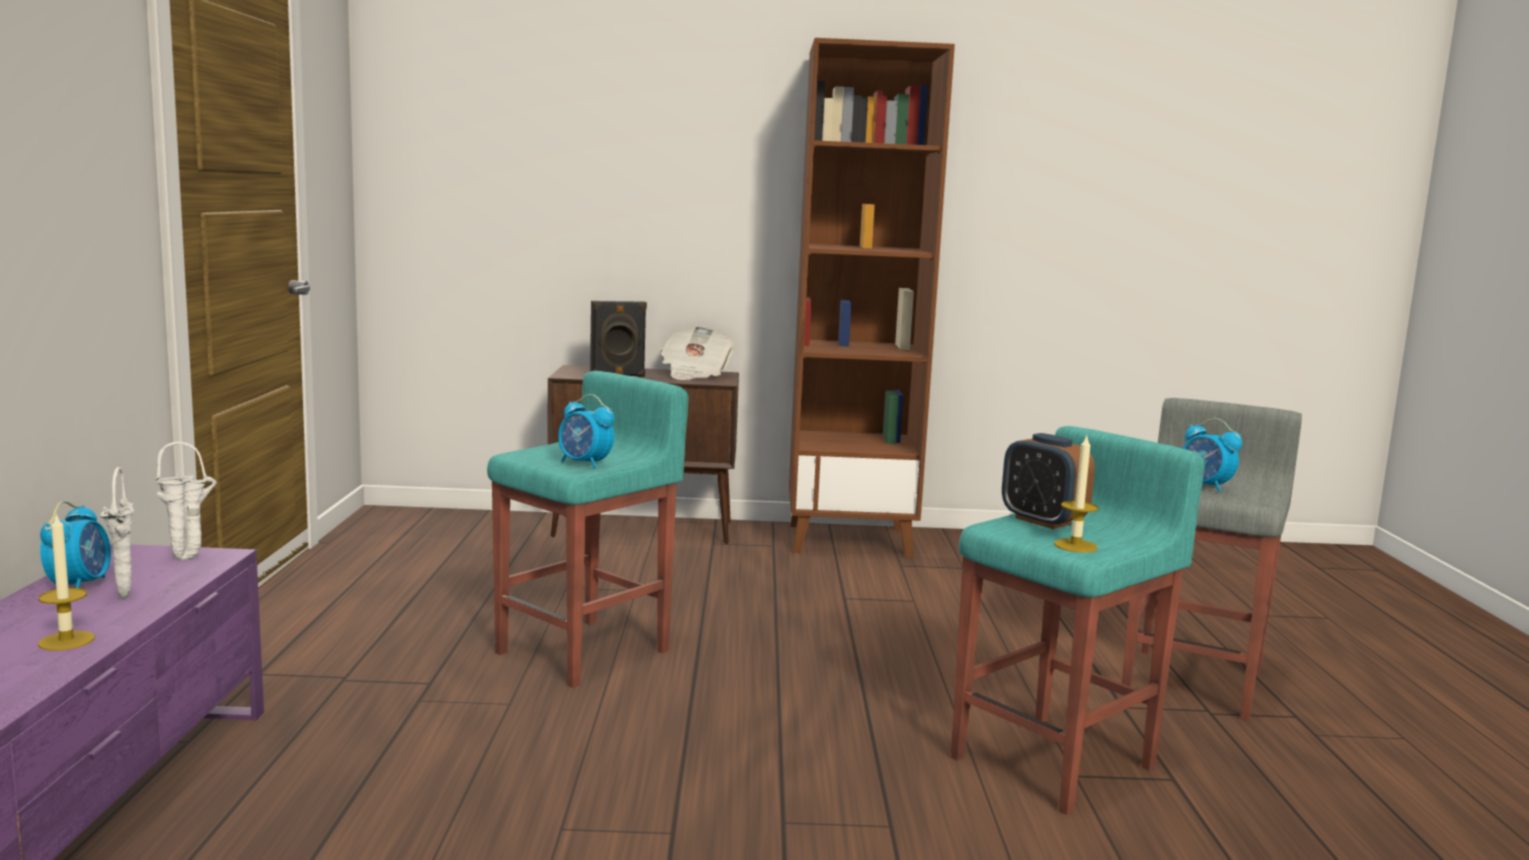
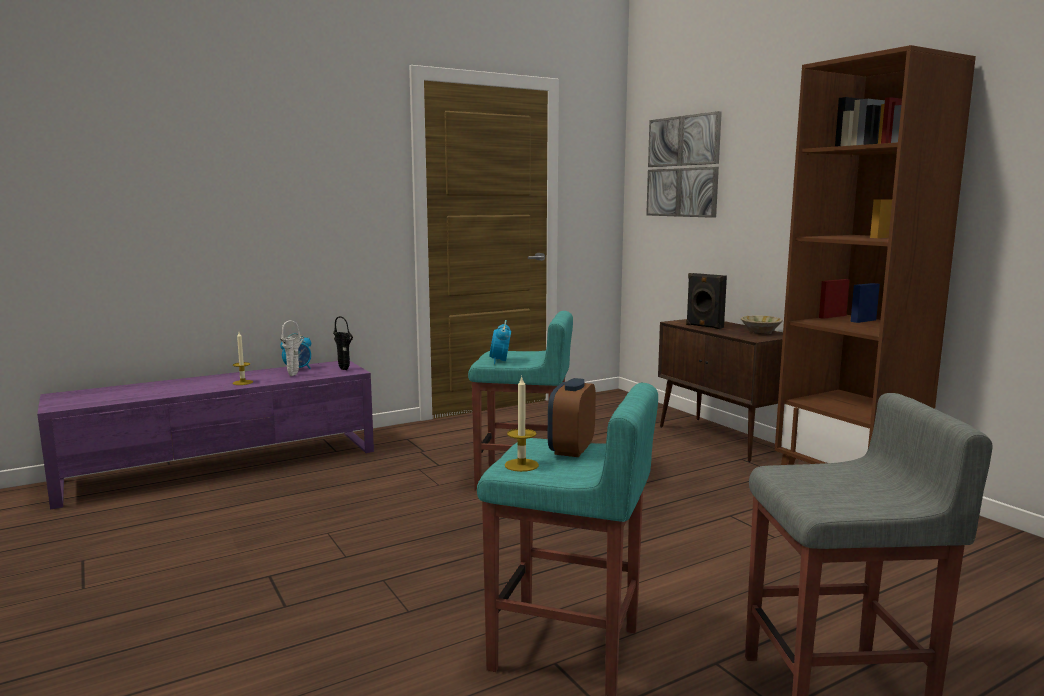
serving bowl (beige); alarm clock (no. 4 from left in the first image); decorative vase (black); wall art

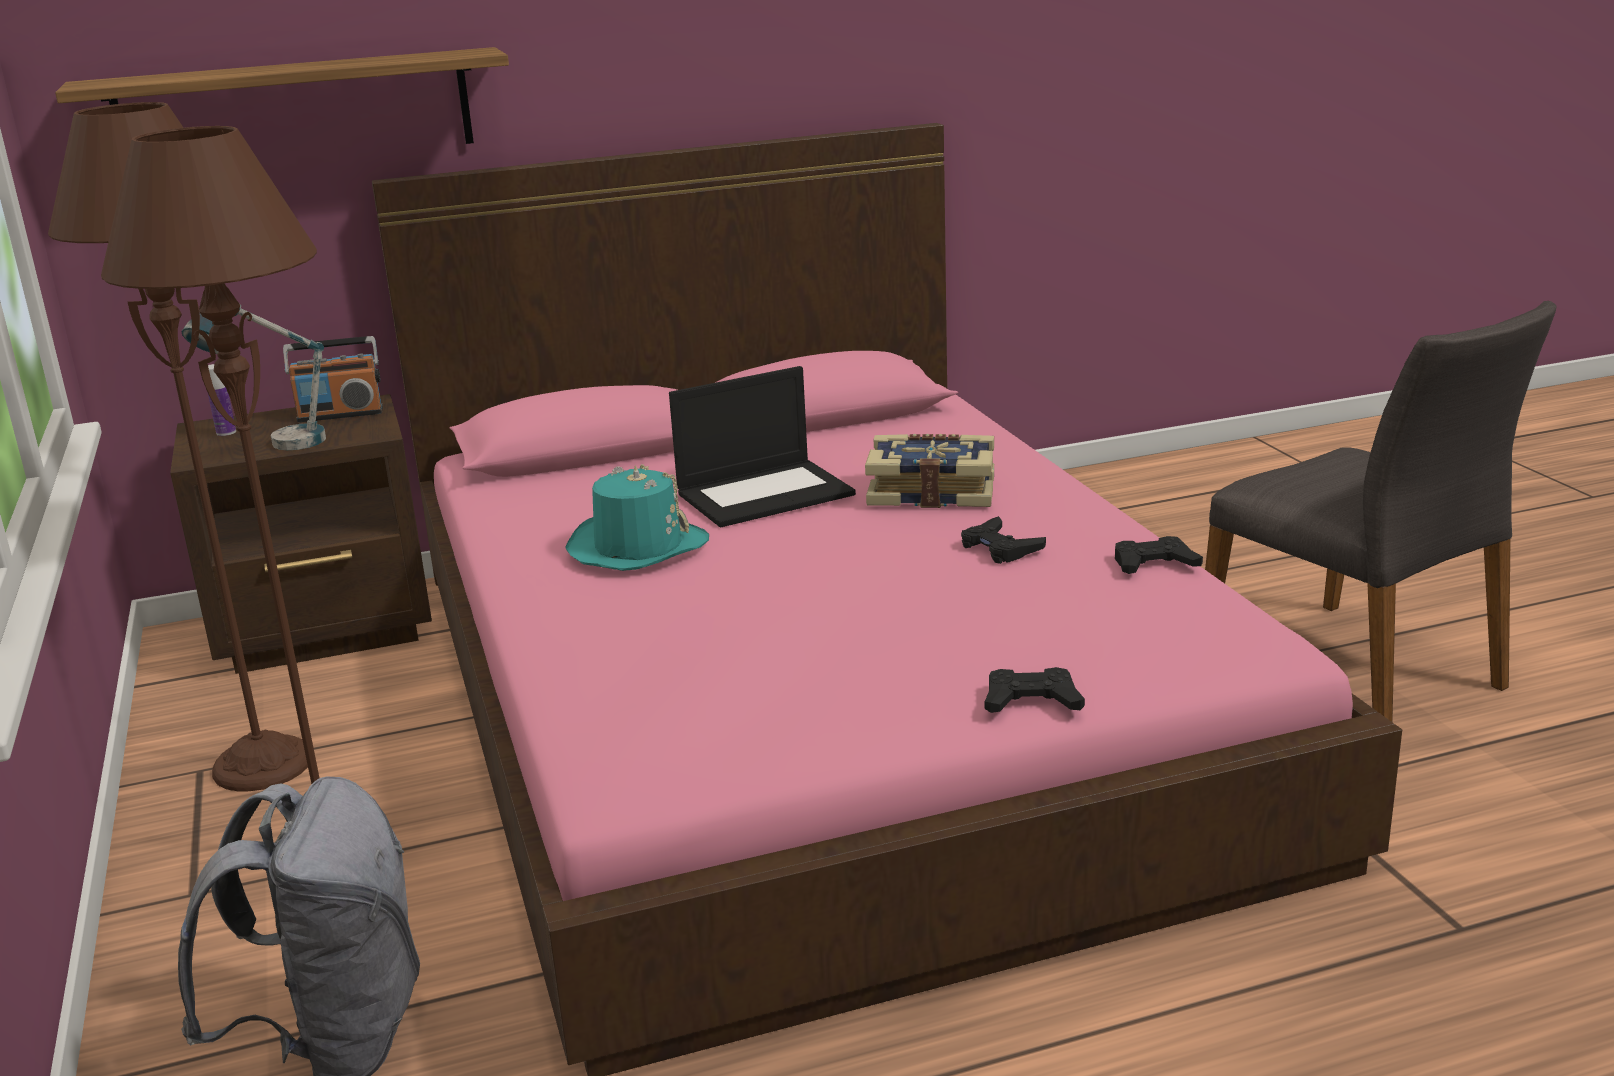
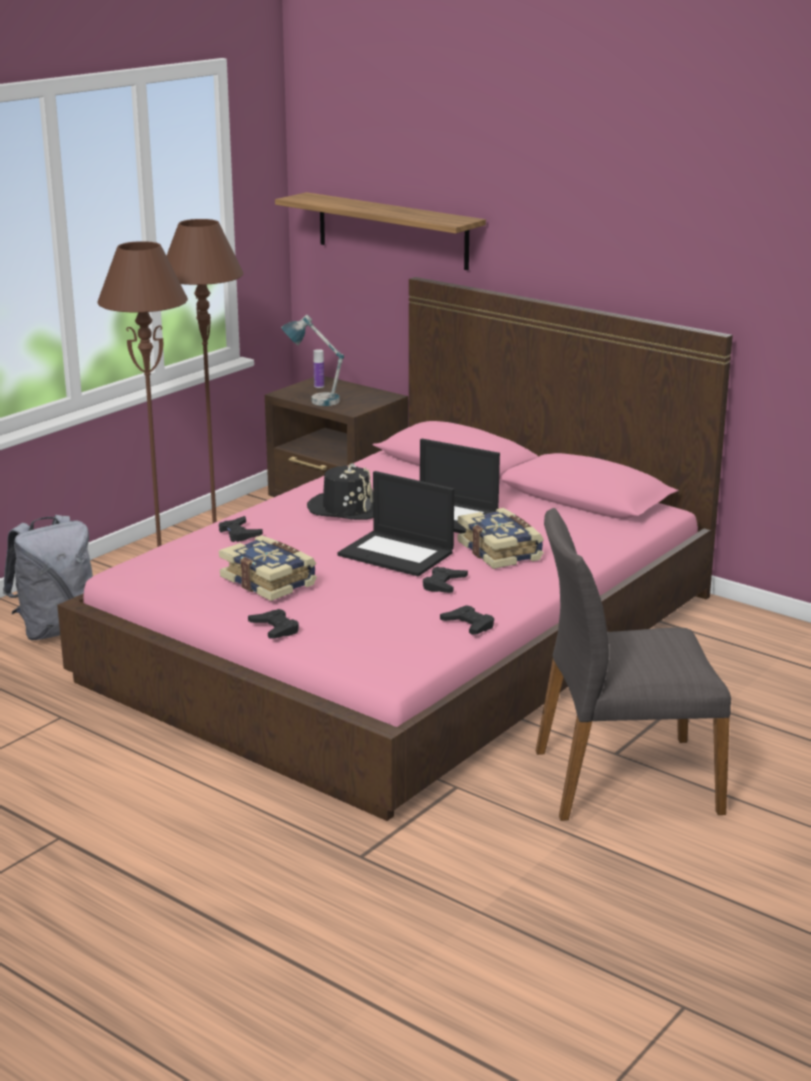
chair (grey); radio; hat (black); laptop (no. 1 from left); game controller (black) (no. 1 from left); bound book (no. 1 from left)

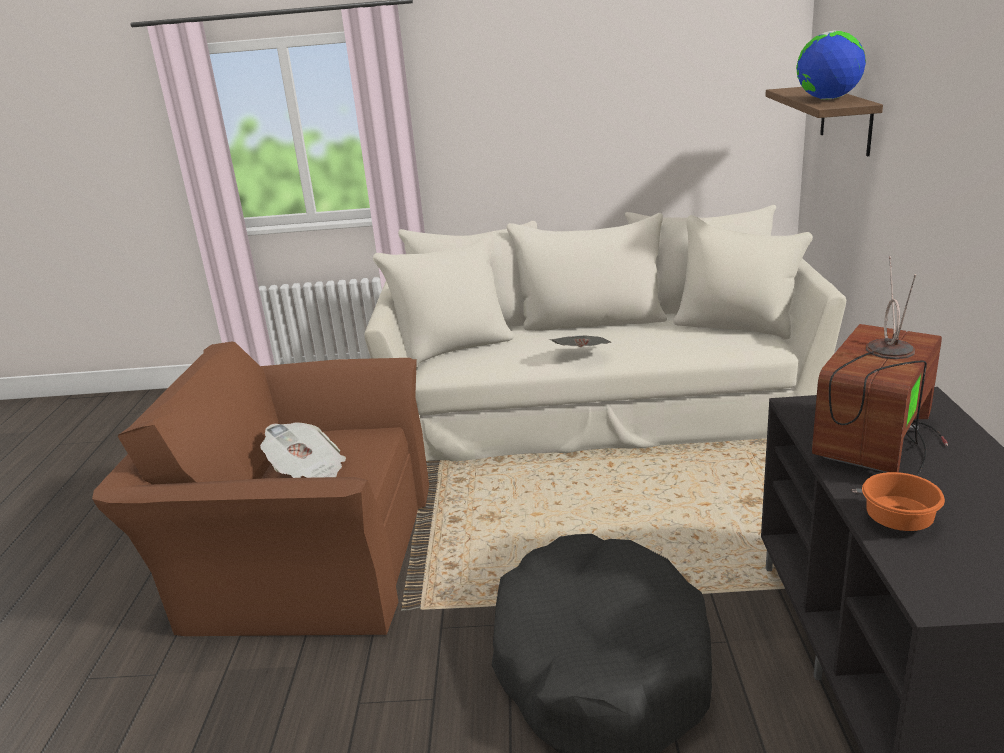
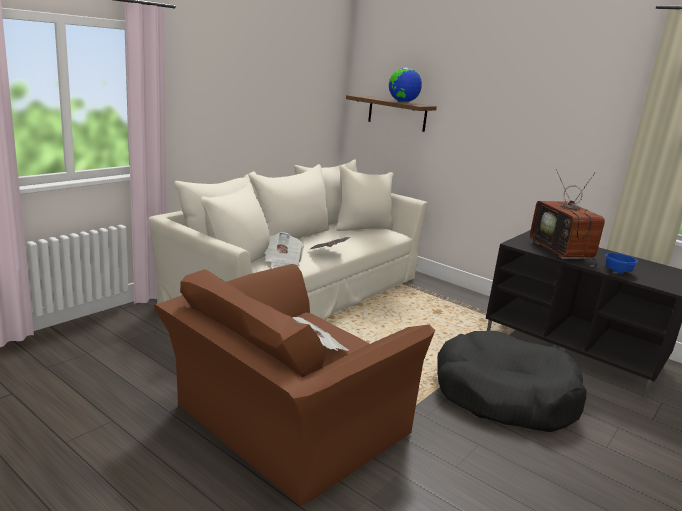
serving bowl (blue); daily paper (no. 1 from left)

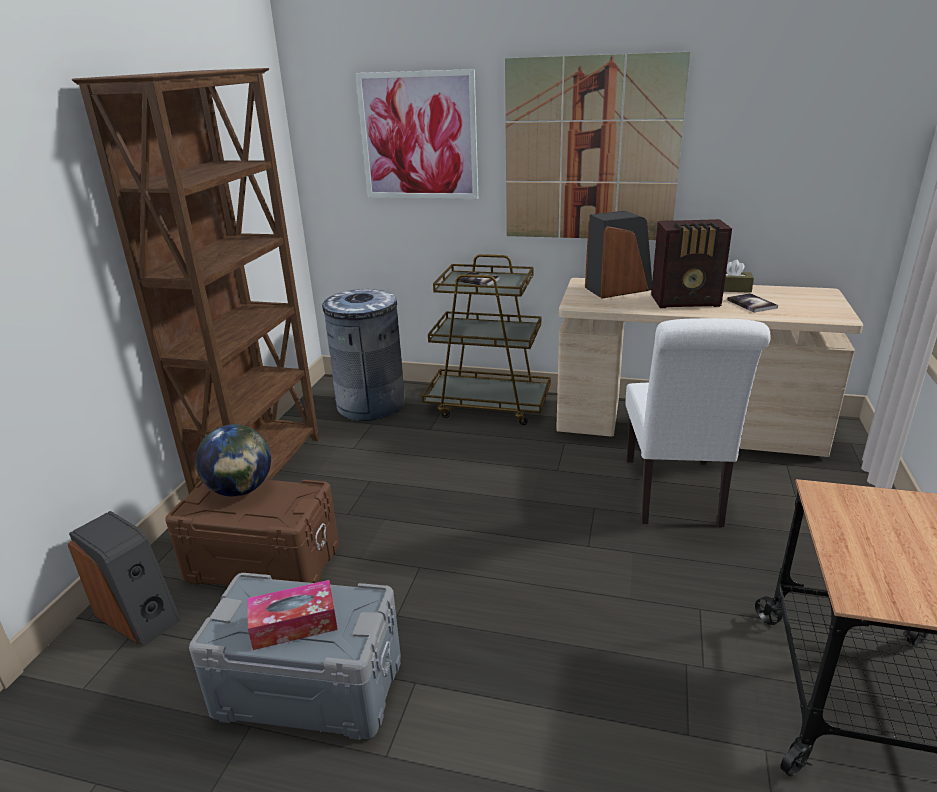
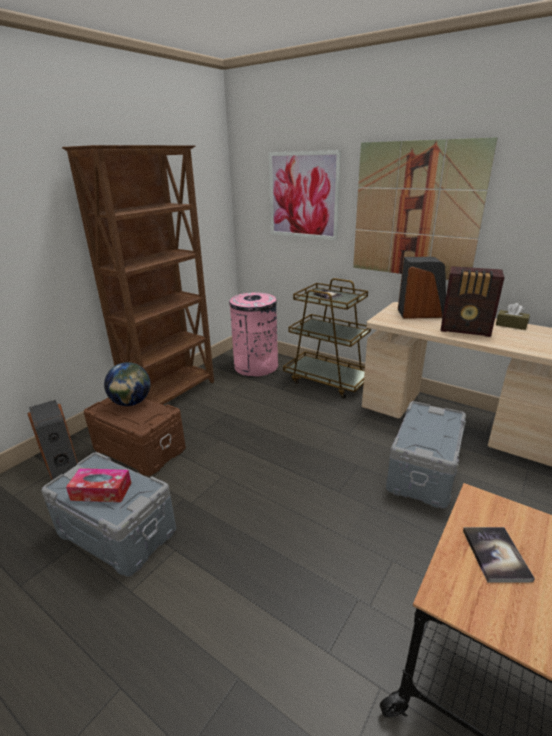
trash can (pinkish); bound book (no. 2 from left); storage box (grey) (no. 2 from left)

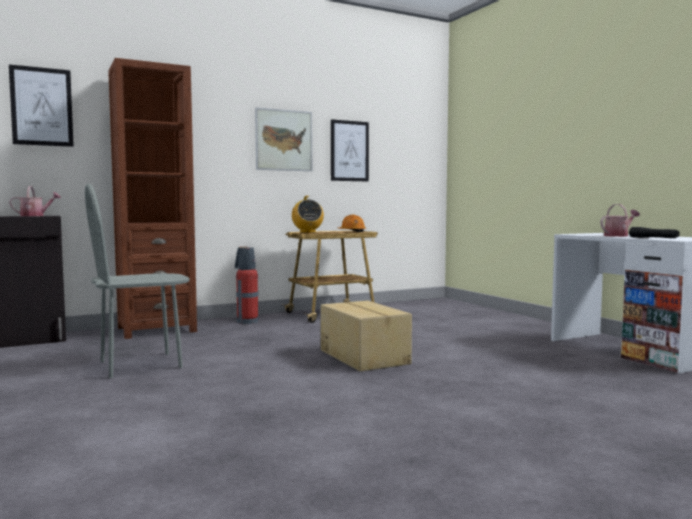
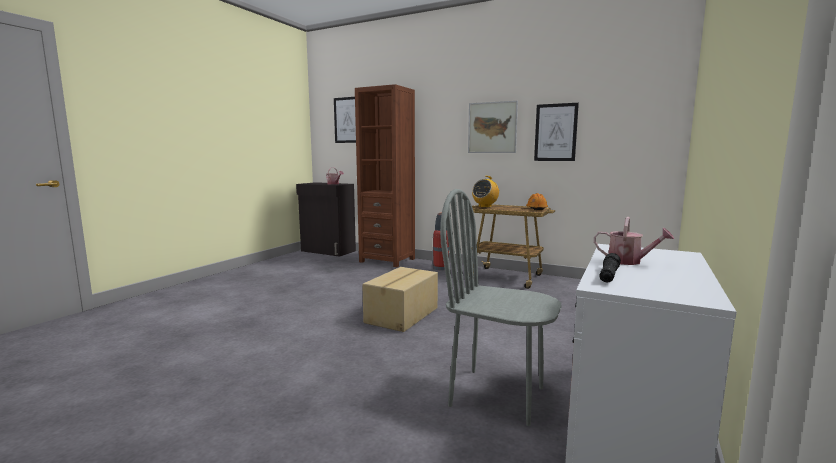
chair (grey)

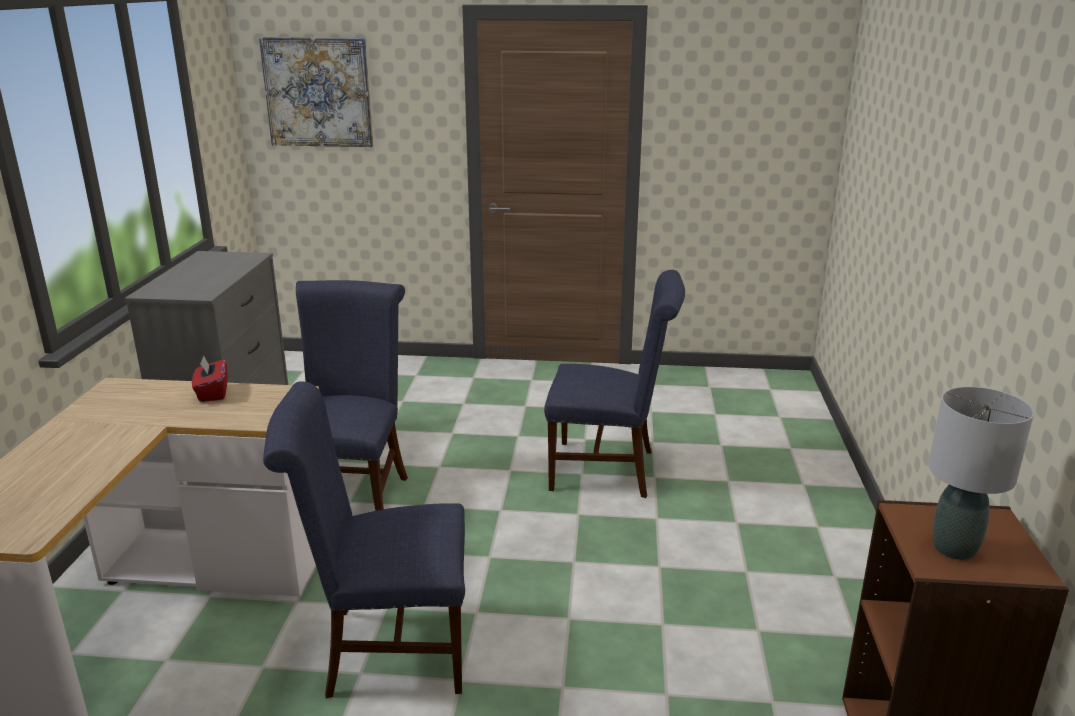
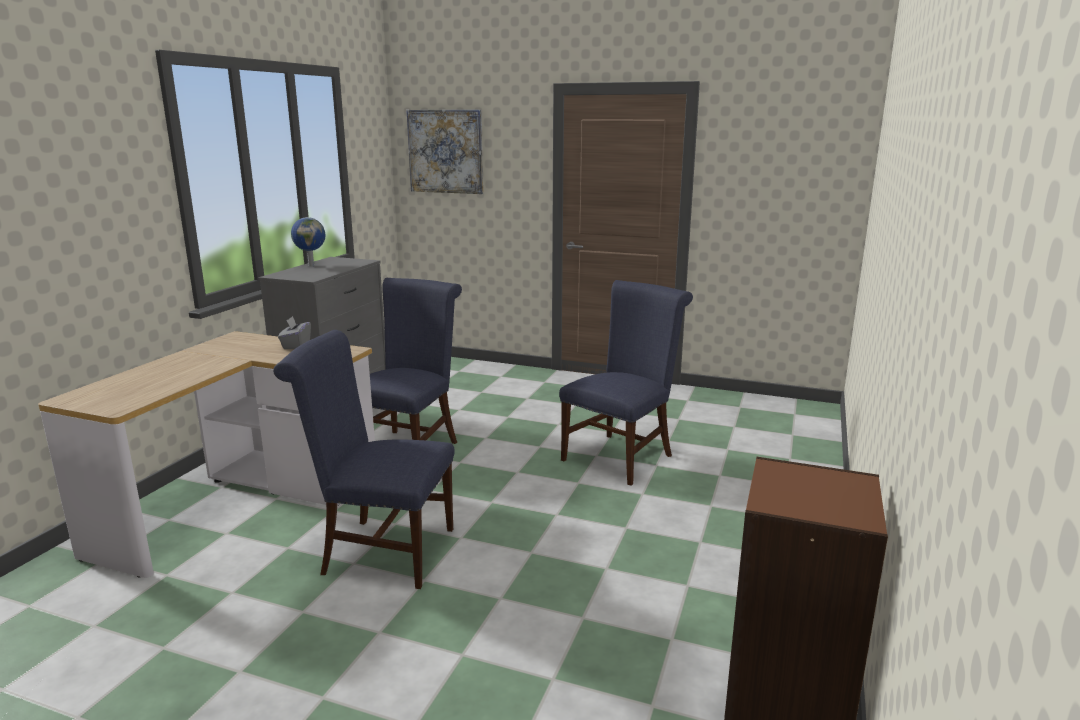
chair (blue) (no. 3 from left); tissue box (grey); table lamp (grey); desk globe

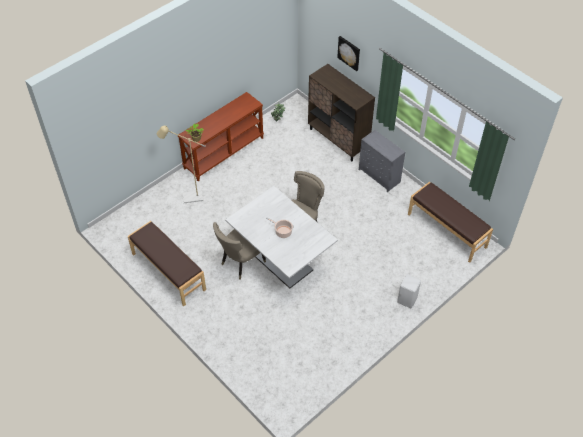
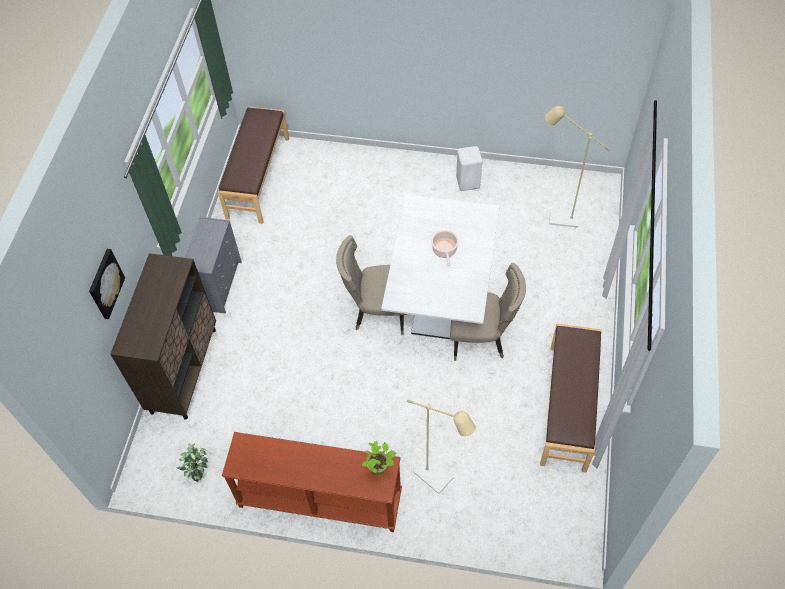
stool (whitish); standing lamp (beige) (no. 2 from left)

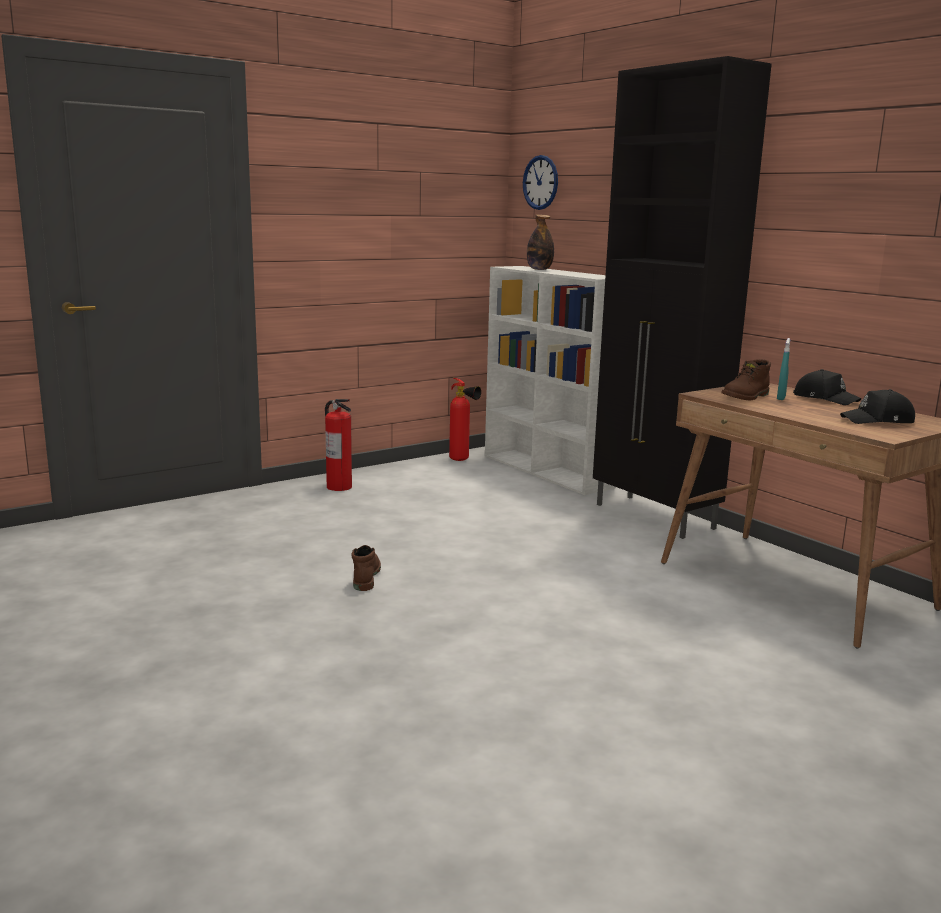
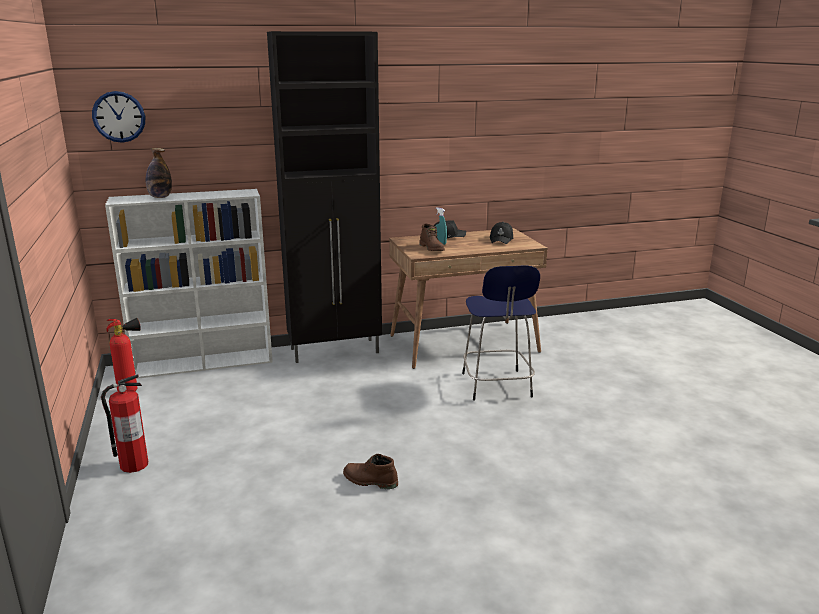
stool (blue)

